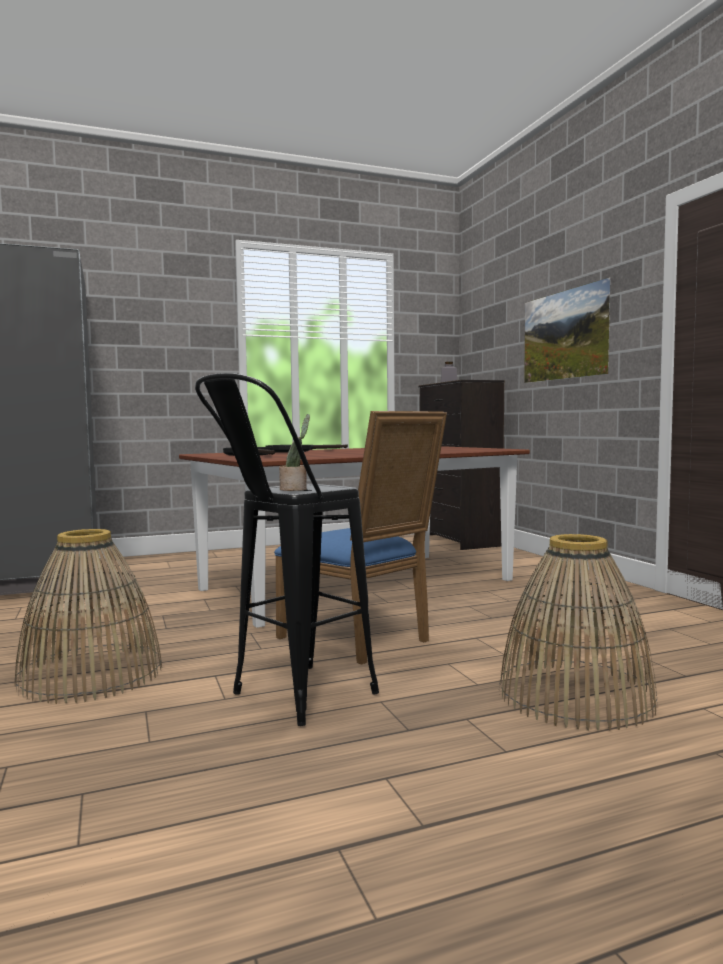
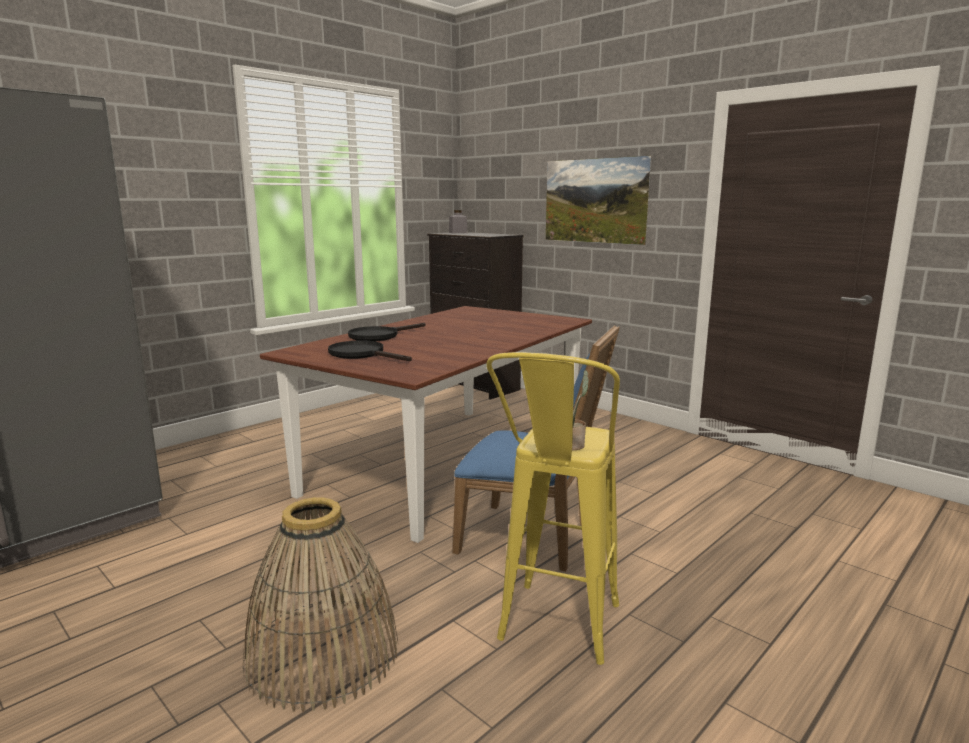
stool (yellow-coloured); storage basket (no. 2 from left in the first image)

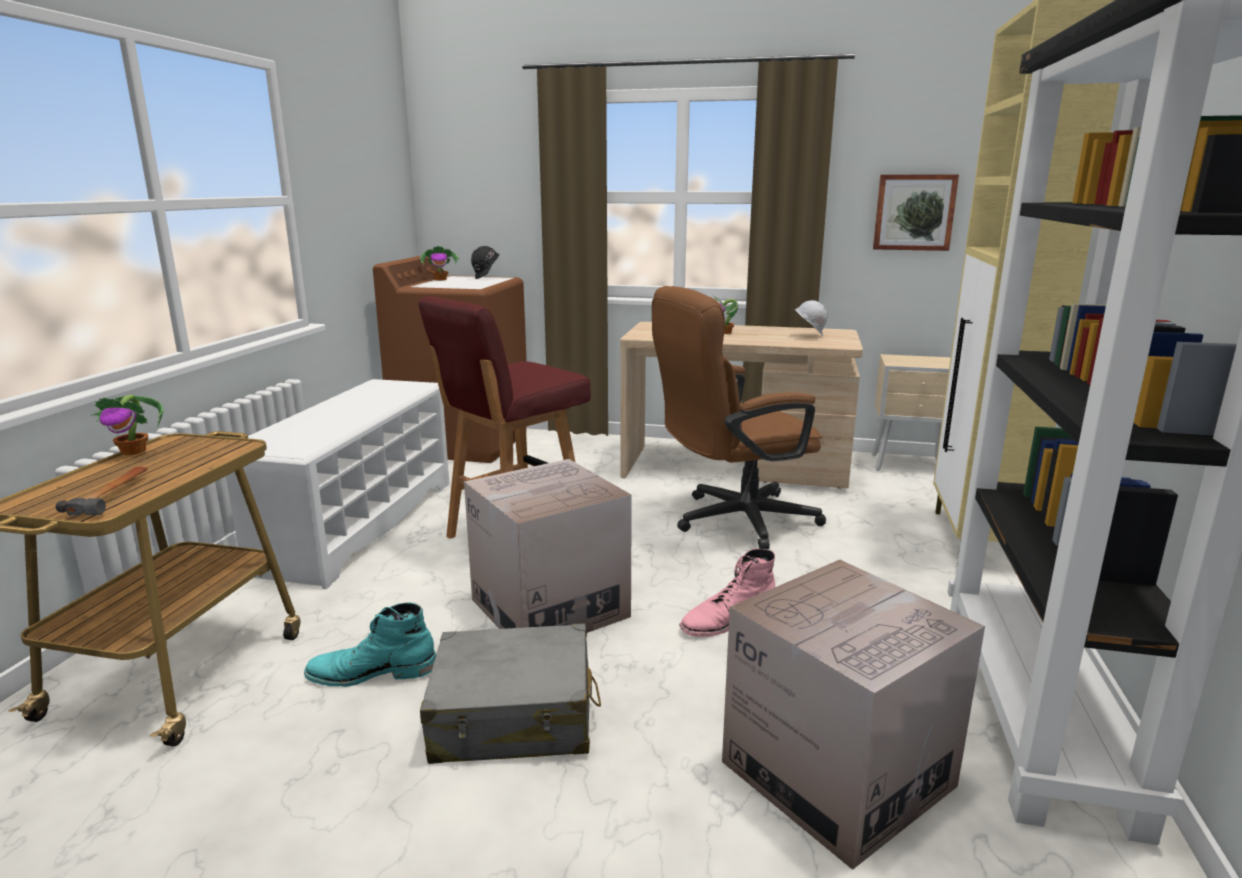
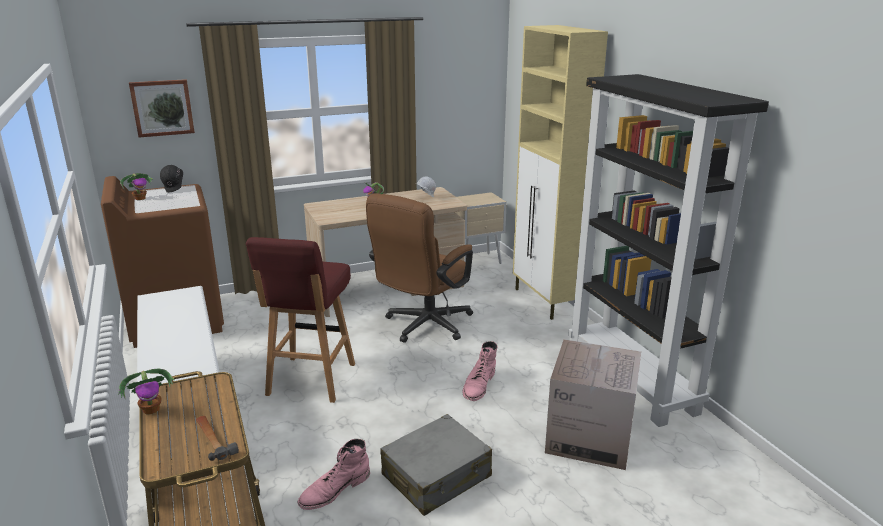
wall art; carton (no. 1 from left in the first image); tall boot (pinkish) (no. 1 from left)

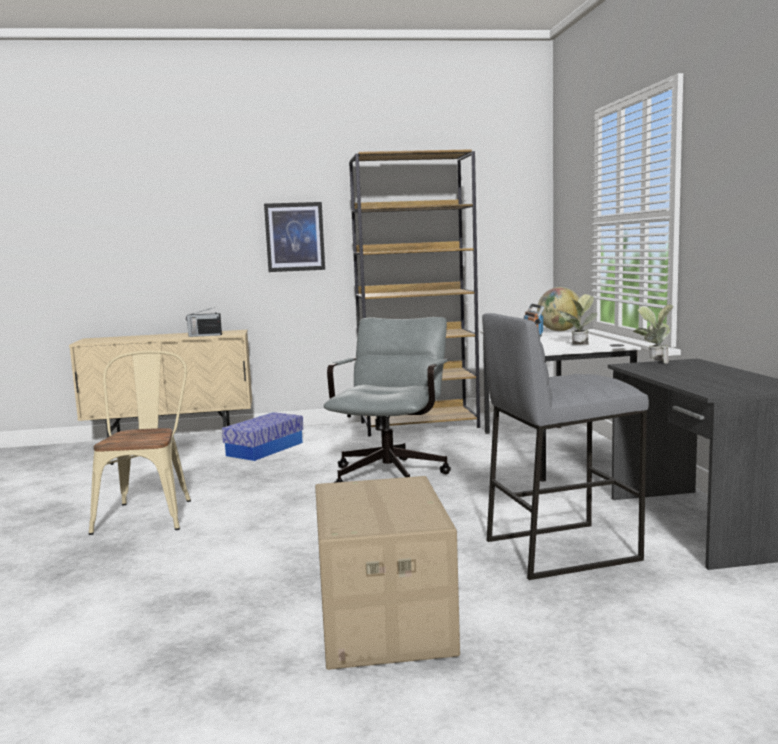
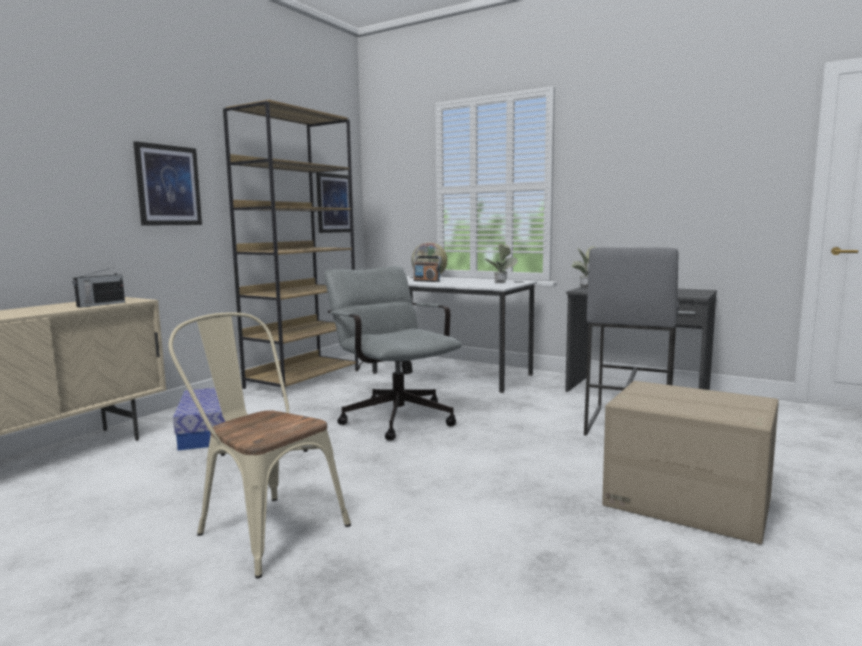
wall art (no. 2 from left)

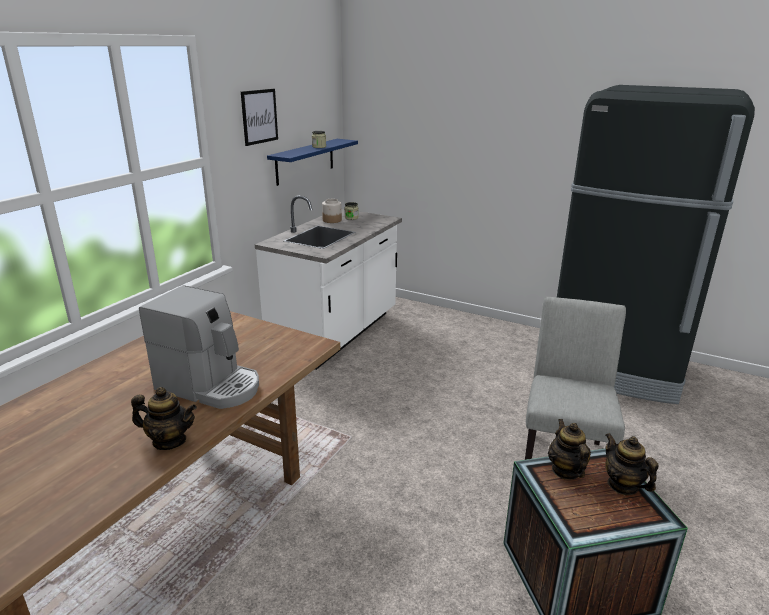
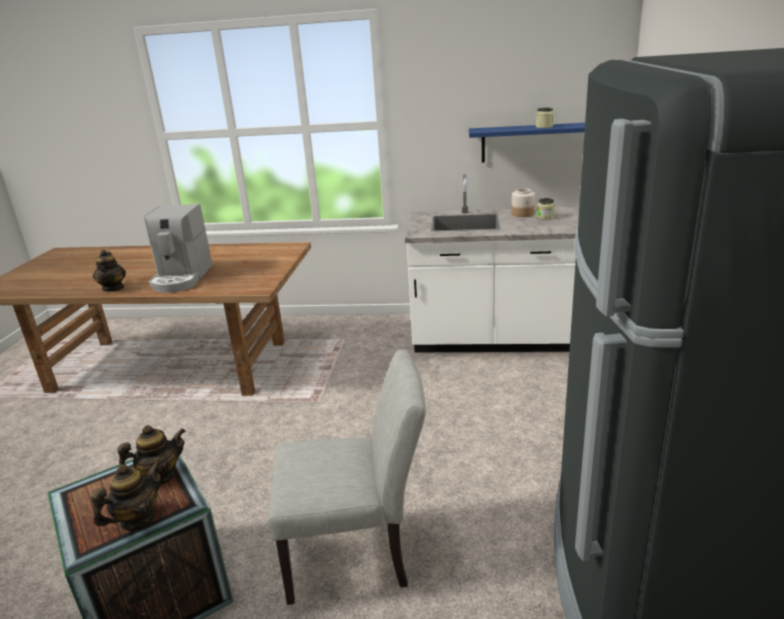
wall art

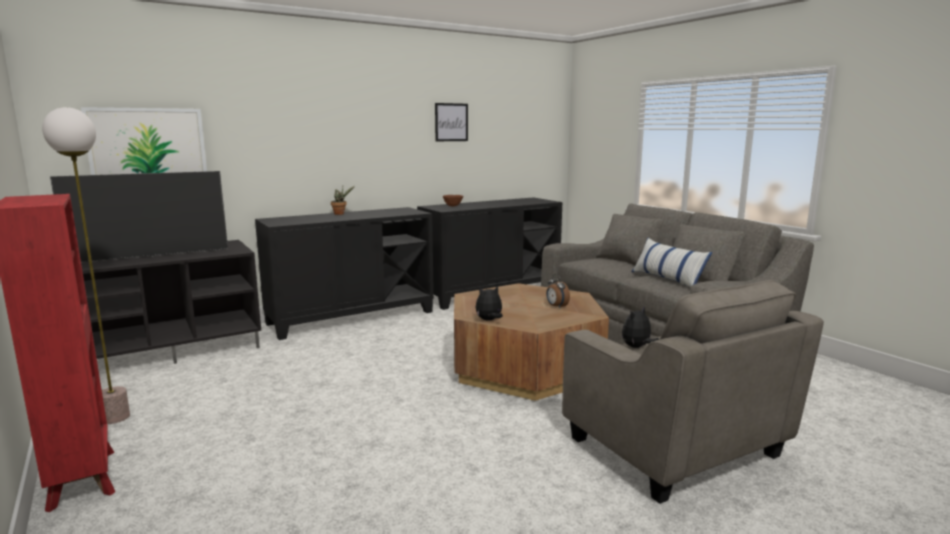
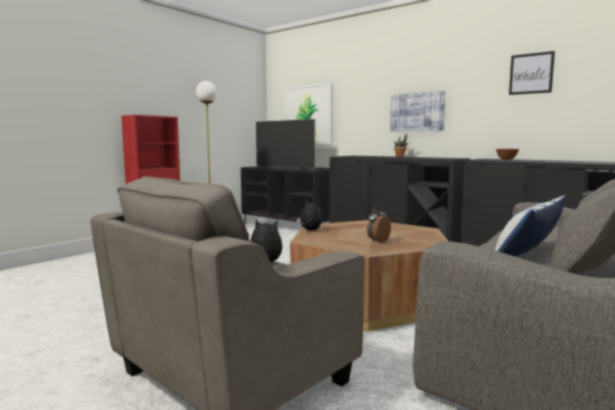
wall art (no. 2 from left)

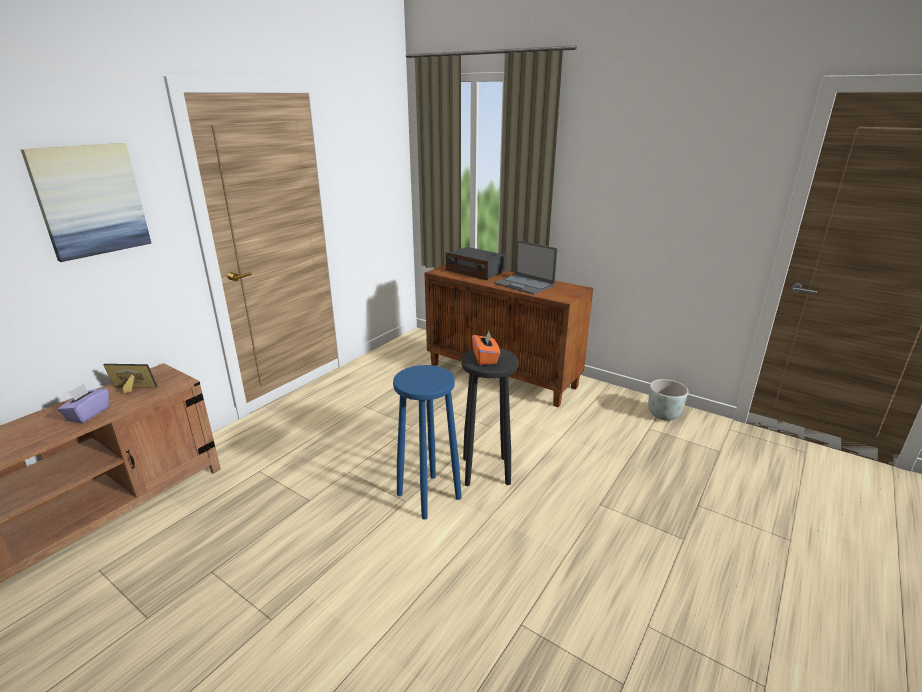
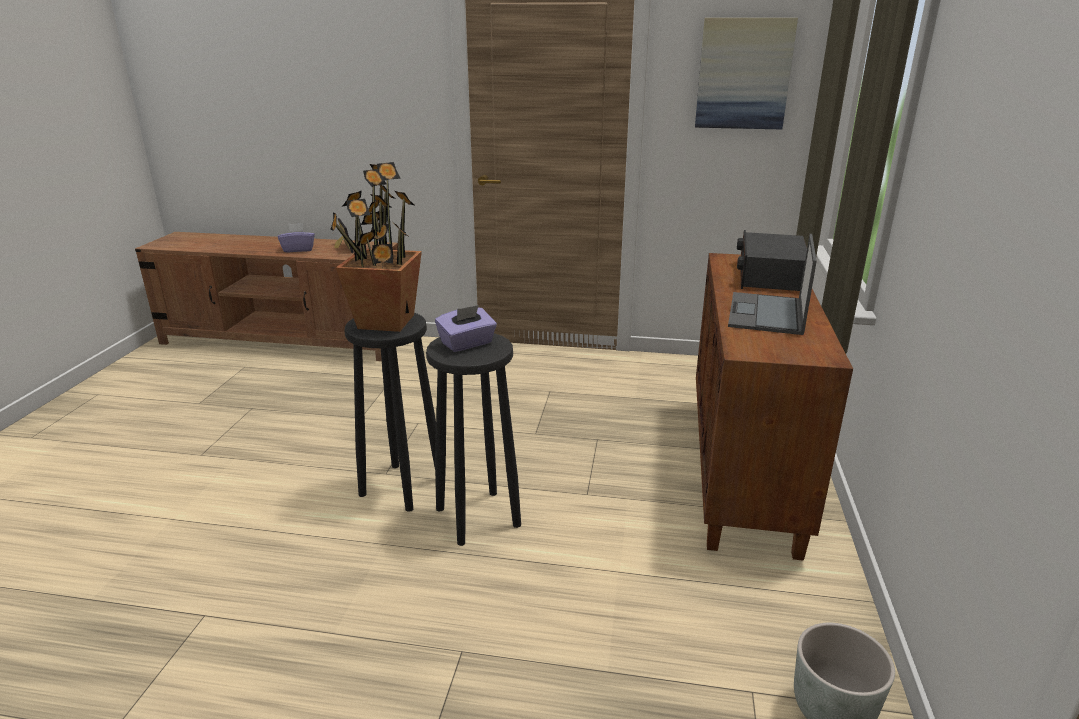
wall art; tissue box (purplish) (no. 2 from left); stool (black) (no. 1 from left); houseplant

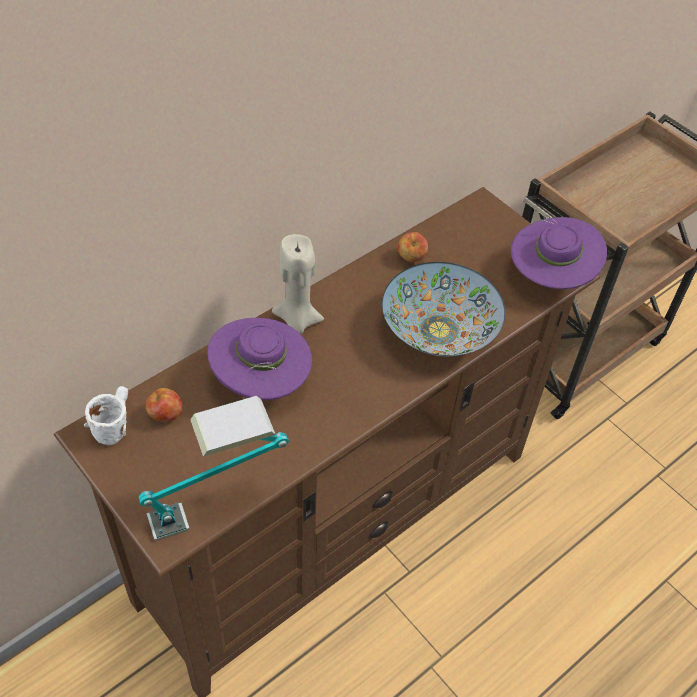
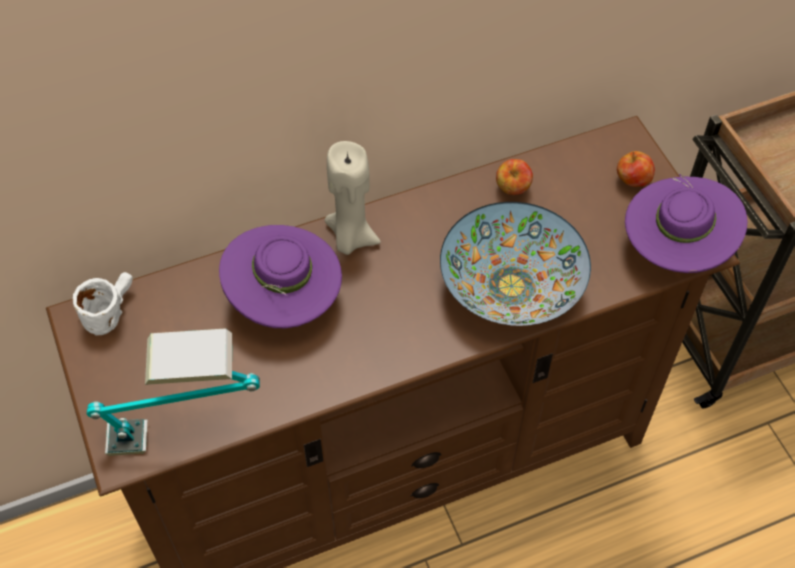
apple fruit (no. 2 from left)

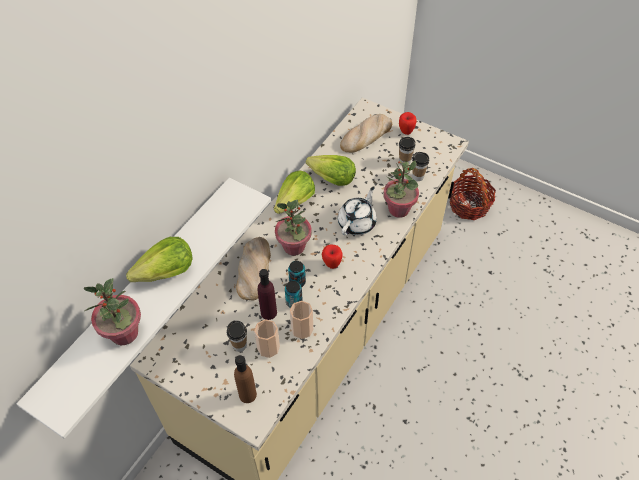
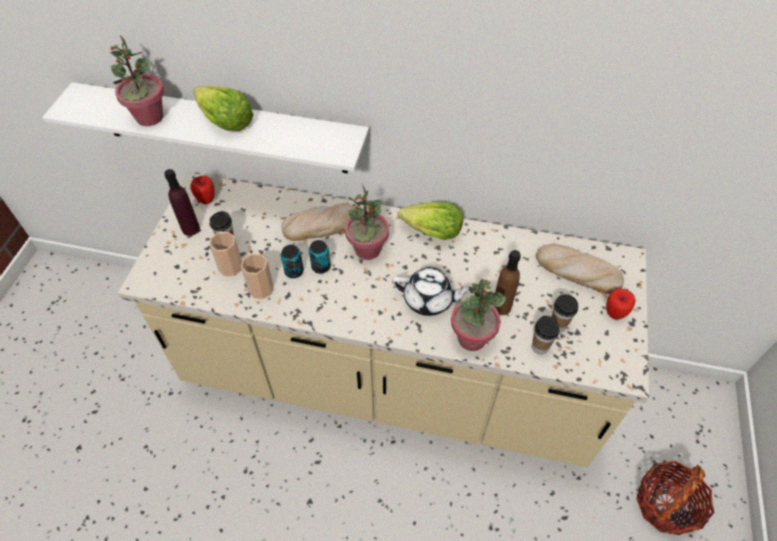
head of lettuce (no. 3 from left in the first image); apple fruit (no. 1 from left); beverage bottle (purplish); beverage bottle (brown)

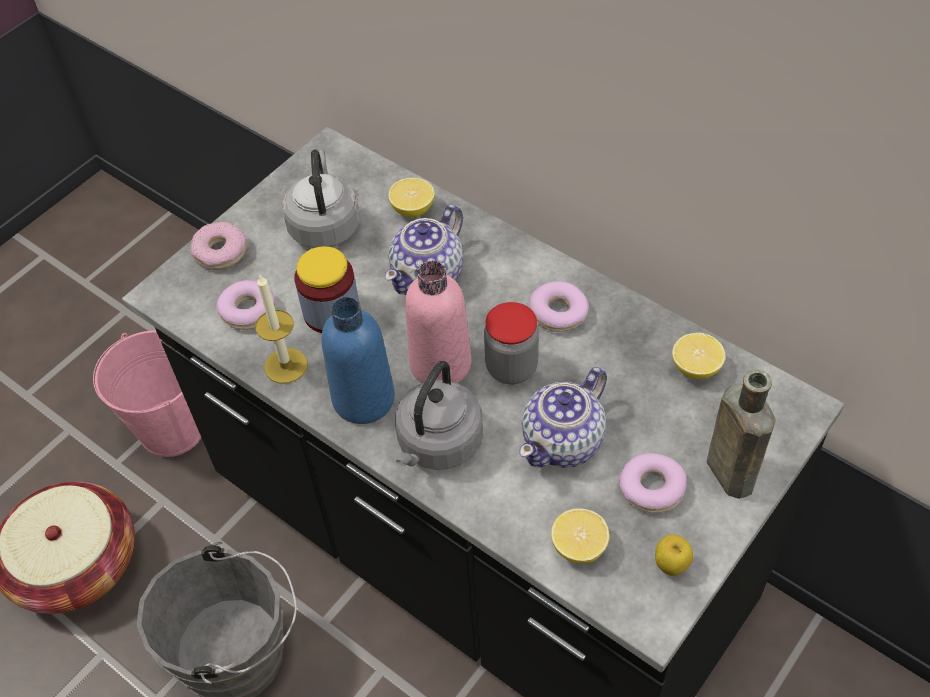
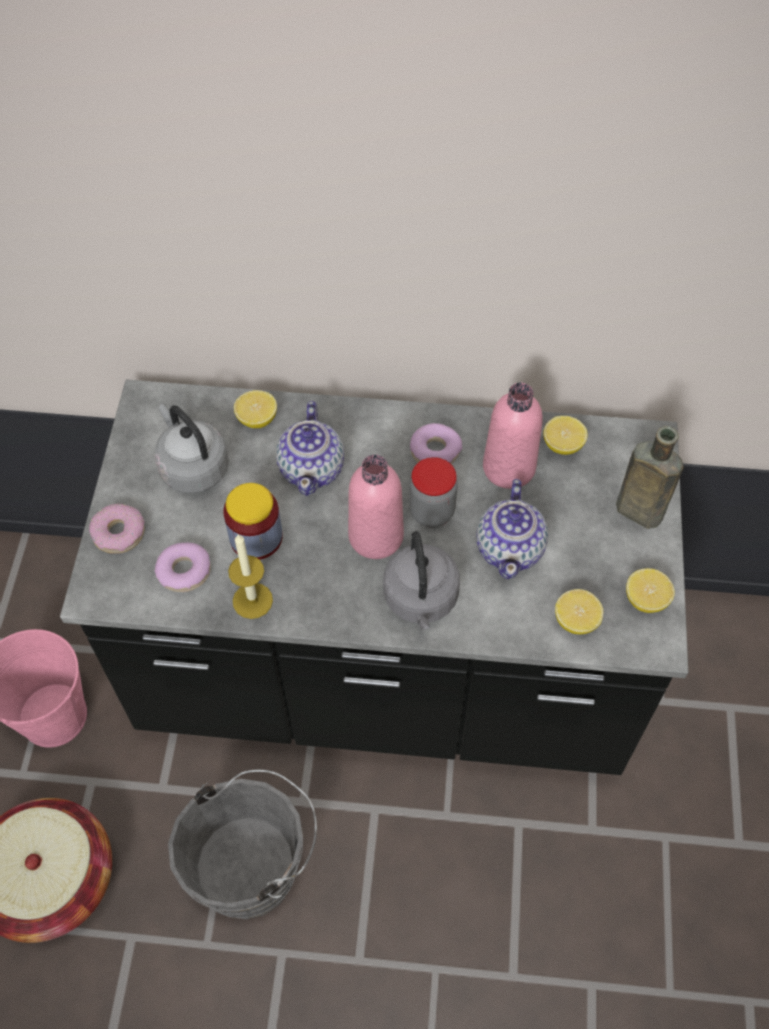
beverage bottle (blue); doughnut (no. 4 from left in the first image); lemon (no. 4 from left); beverage bottle (pinkish) (no. 2 from left)

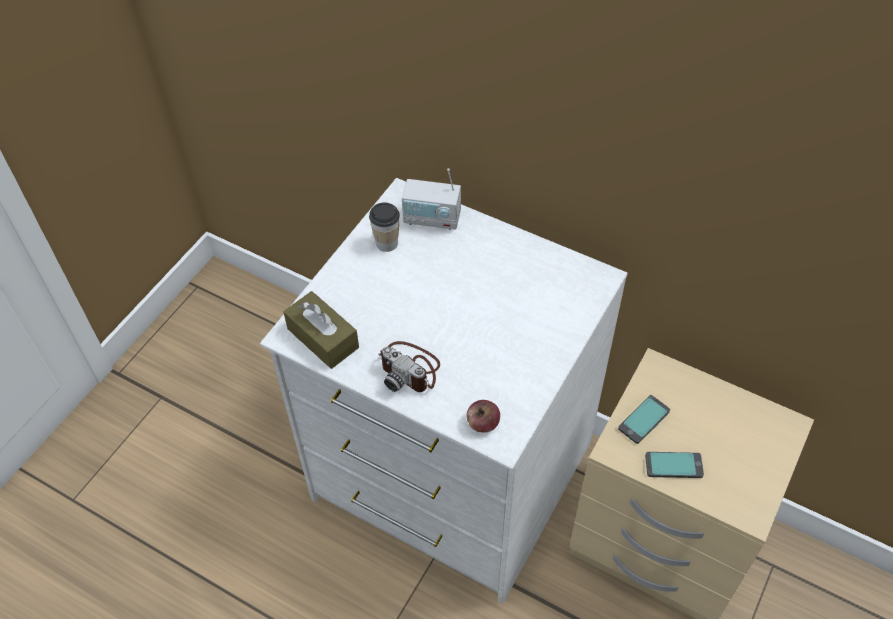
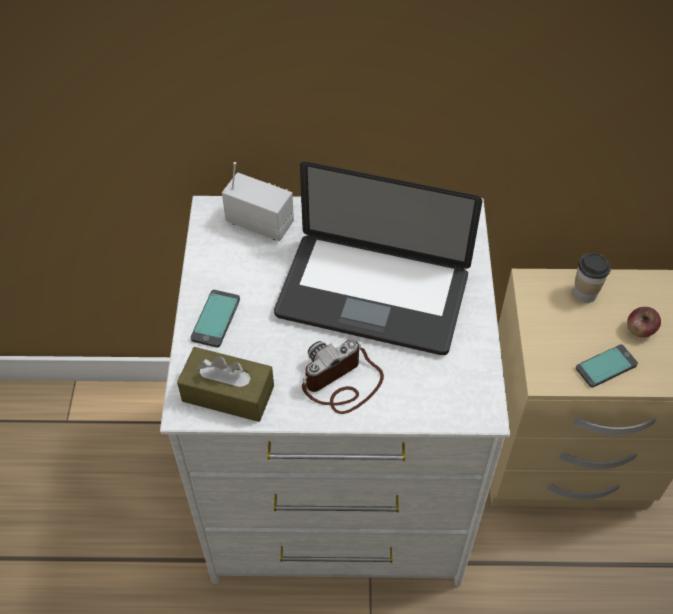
radio; small cup; photo camera; phone (no. 1 from left); apple fruit; laptop

